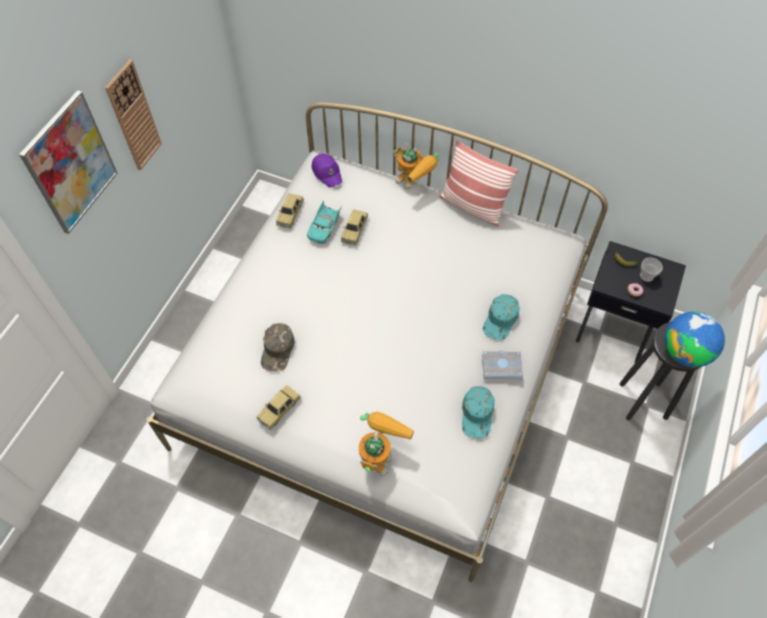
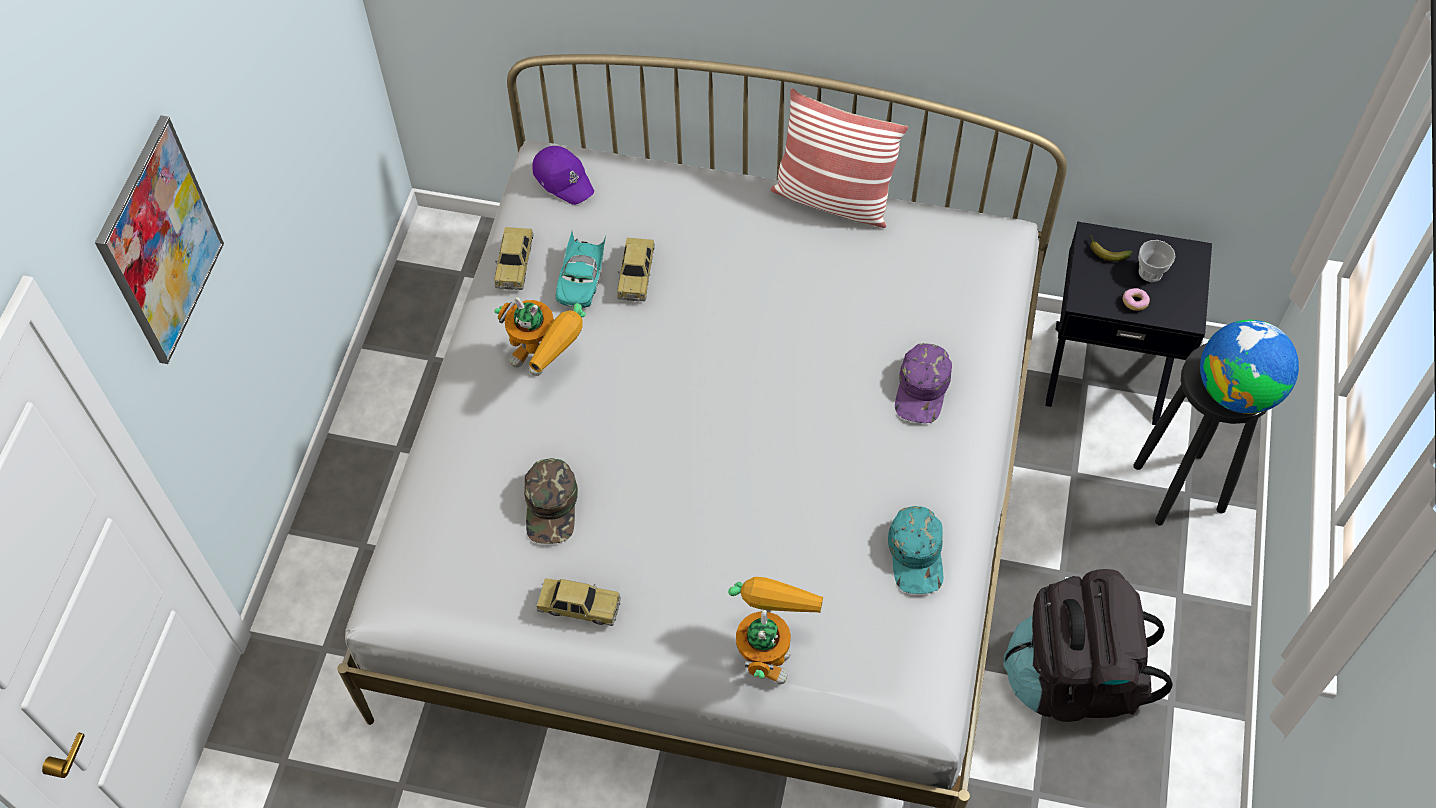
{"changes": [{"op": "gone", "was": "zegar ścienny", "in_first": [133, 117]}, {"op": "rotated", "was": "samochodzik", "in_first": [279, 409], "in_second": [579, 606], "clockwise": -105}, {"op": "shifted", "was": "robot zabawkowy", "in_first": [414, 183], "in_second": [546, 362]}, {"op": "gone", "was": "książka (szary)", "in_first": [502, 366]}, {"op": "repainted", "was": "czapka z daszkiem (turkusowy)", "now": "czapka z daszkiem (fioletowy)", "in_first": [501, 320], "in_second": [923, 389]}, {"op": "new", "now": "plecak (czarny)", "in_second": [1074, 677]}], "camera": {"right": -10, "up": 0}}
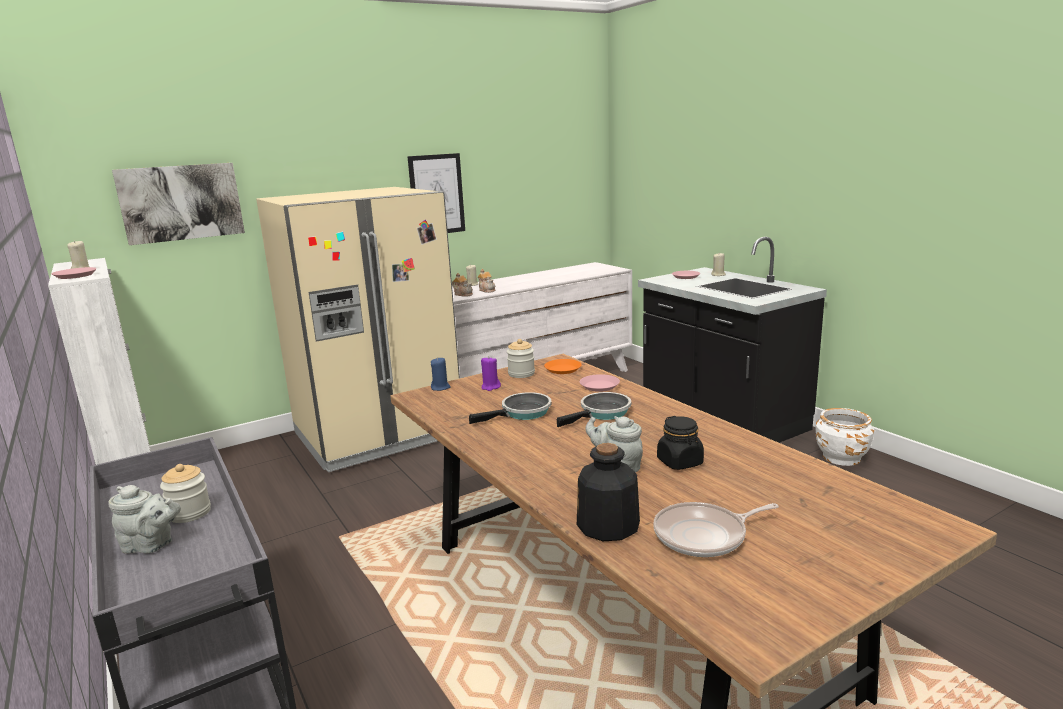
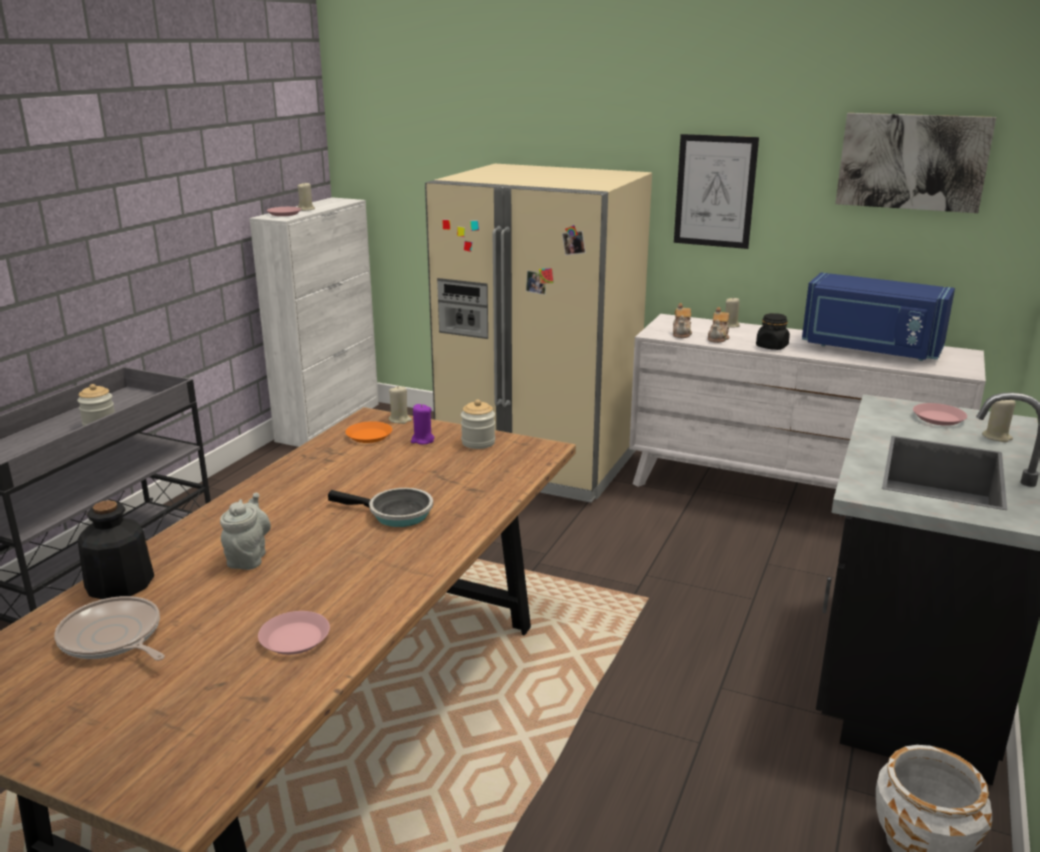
{"changes": [{"op": "gone", "was": "imbryk (szary)", "in_first": [151, 545]}, {"op": "shifted", "was": "obraz", "in_first": [181, 202], "in_second": [912, 162]}, {"op": "repainted", "was": "świeca (niebieski)", "now": "świeca (beżowy)", "in_first": [440, 387], "in_second": [400, 420]}, {"op": "gone", "was": "patelnia", "in_first": [522, 413]}, {"op": "shifted", "was": "talerz (pomarańczowy)", "in_first": [562, 369], "in_second": [369, 436]}, {"op": "shifted", "was": "talerz (różowy)", "in_first": [599, 386], "in_second": [294, 638]}, {"op": "shifted", "was": "słoik (czarny)", "in_first": [680, 462], "in_second": [771, 347]}, {"op": "new", "now": "mikrofalówka (niebieski)", "in_second": [870, 349]}], "camera": {"right": 55, "up": 5}}
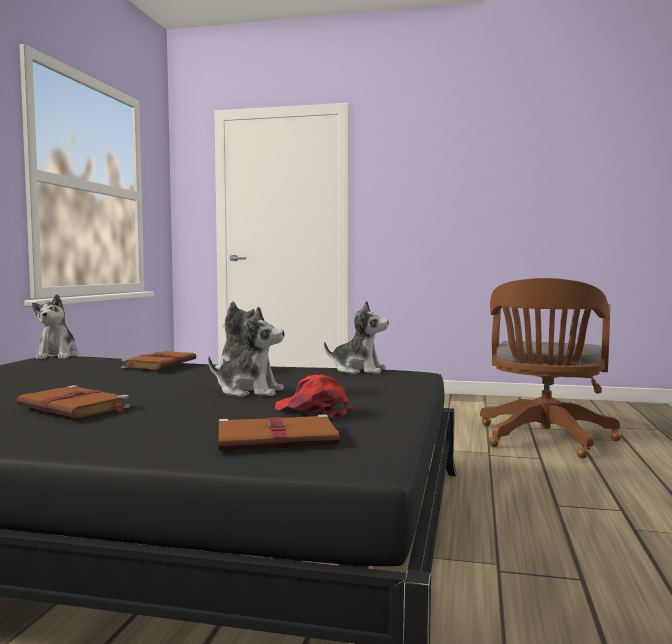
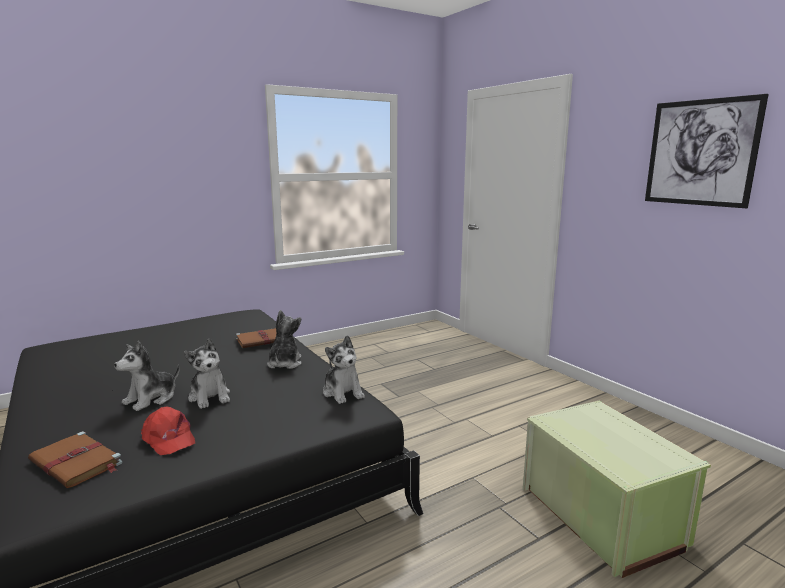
{"changes": [{"op": "gone", "was": "książka (brązowy)", "in_first": [74, 407]}, {"op": "shifted", "was": "pluszak", "in_first": [57, 356], "in_second": [151, 399]}, {"op": "rotated", "was": "czapka z daszkiem (czerwony)", "in_first": [312, 411], "in_second": [168, 438], "clockwise": 135}, {"op": "swapped", "was": "krzesło biurowe (brązowy)", "now": "pojemnik do przechowywania (zielony)", "in_first": [544, 440], "in_second": [600, 517]}, {"op": "new", "now": "obraz", "in_second": [700, 153]}], "camera": {"right": 45, "up": 10}}
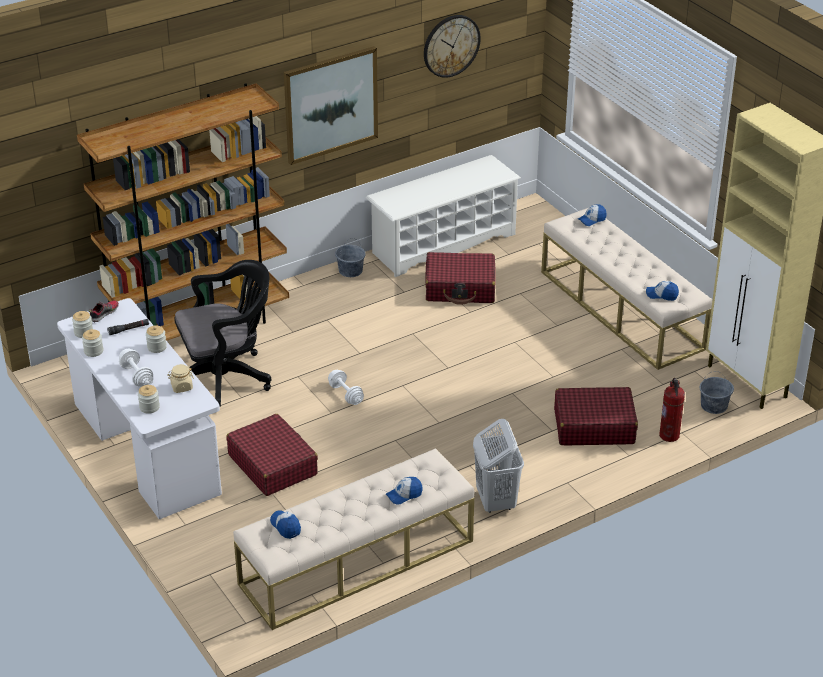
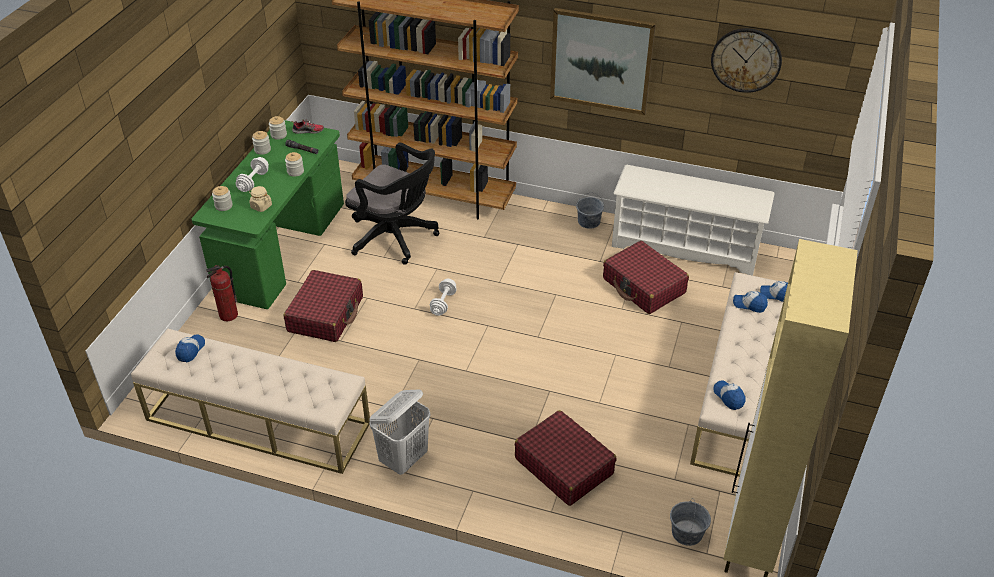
{"changes": [{"op": "repainted", "was": "biurko (biały)", "now": "biurko (zielony)", "in_first": [145, 450], "in_second": [282, 249]}, {"op": "shifted", "was": "czapka z daszkiem", "in_first": [404, 495], "in_second": [749, 304]}, {"op": "shifted", "was": "gaśnica", "in_first": [669, 435], "in_second": [228, 315]}], "camera": {"right": 50, "up": 5}}
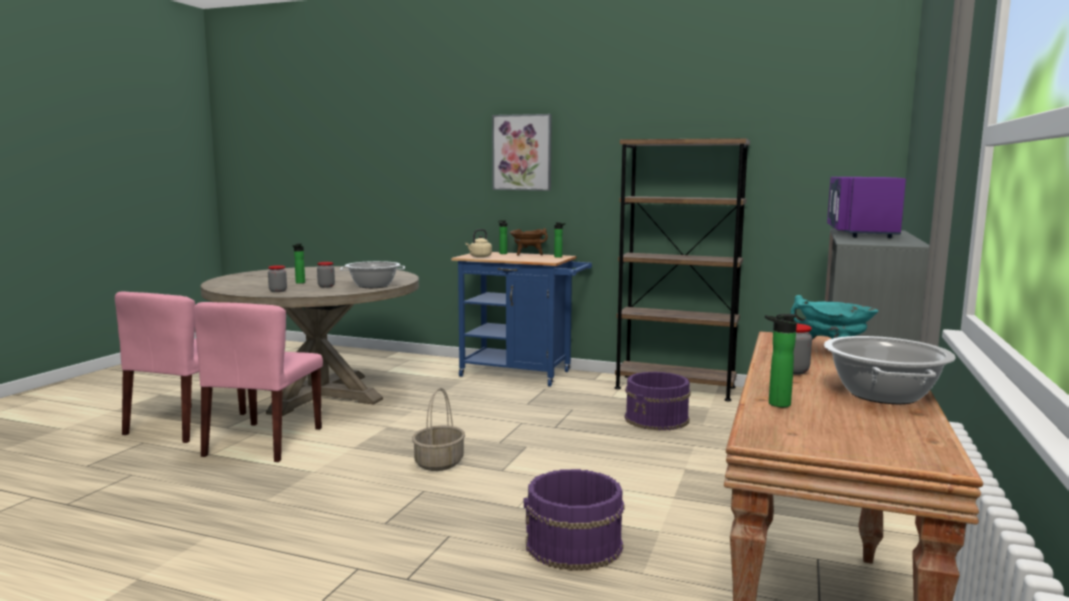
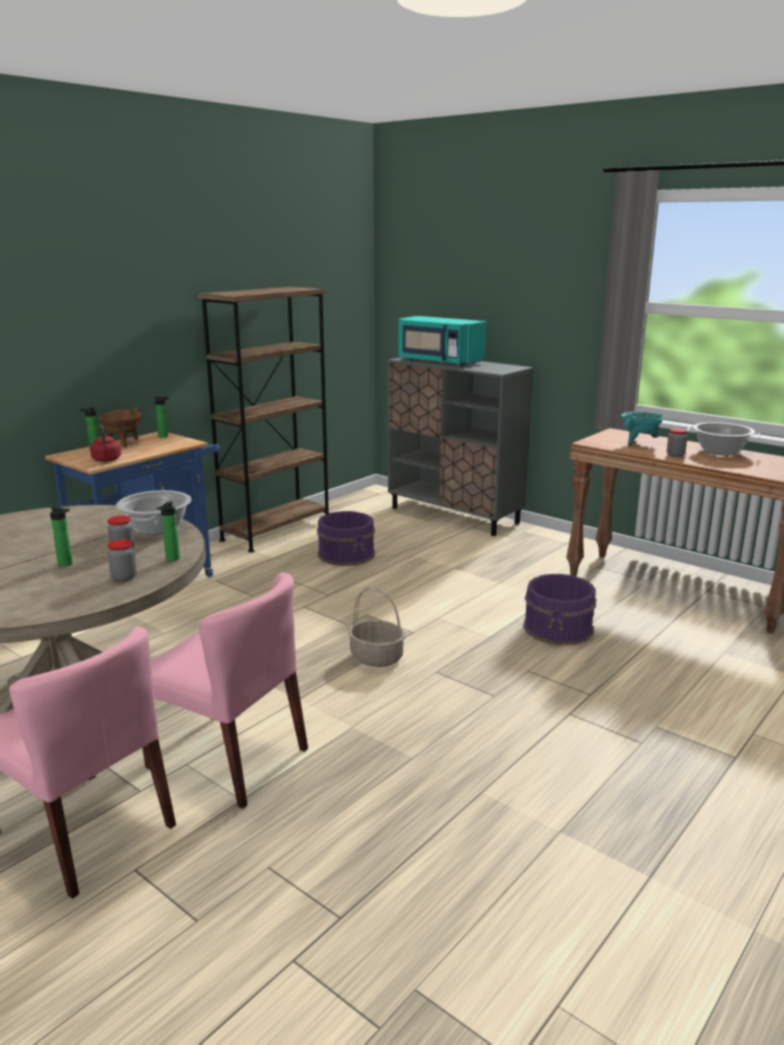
{"changes": [{"op": "repainted", "was": "czajnik (beżowy)", "now": "czajnik (czerwony)", "in_first": [479, 257], "in_second": [107, 460]}, {"op": "gone", "was": "obraz", "in_first": [522, 152]}, {"op": "shifted", "was": "butelka", "in_first": [775, 404], "in_second": [171, 559]}, {"op": "repainted", "was": "mikrofalówka (fioletowy)", "now": "mikrofalówka (turkusowy)", "in_first": [860, 233], "in_second": [439, 362]}], "camera": {"right": -70, "up": 10}}
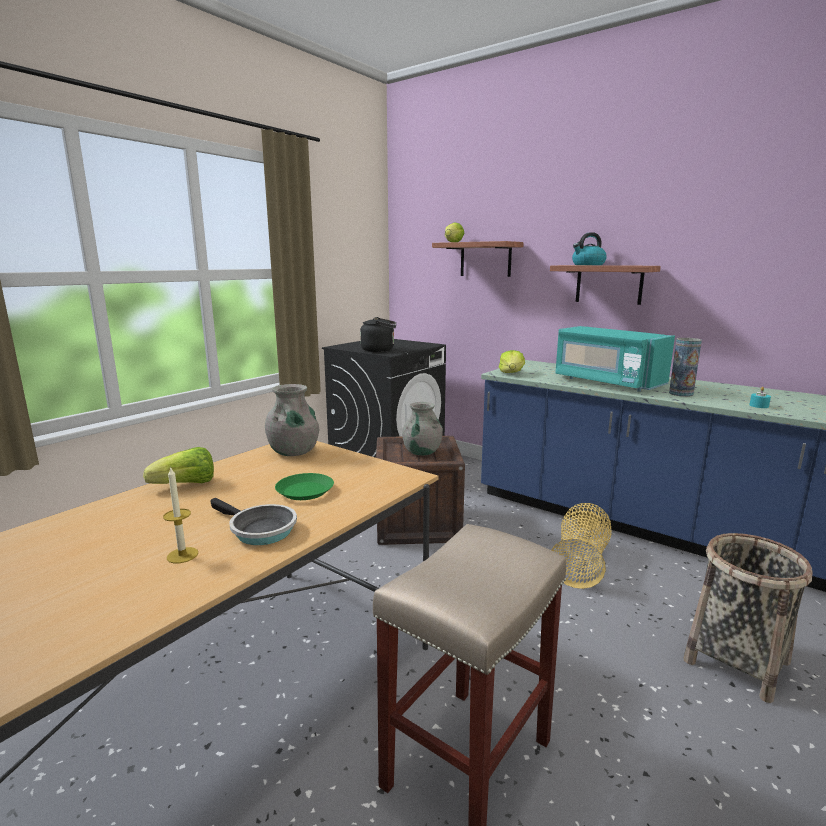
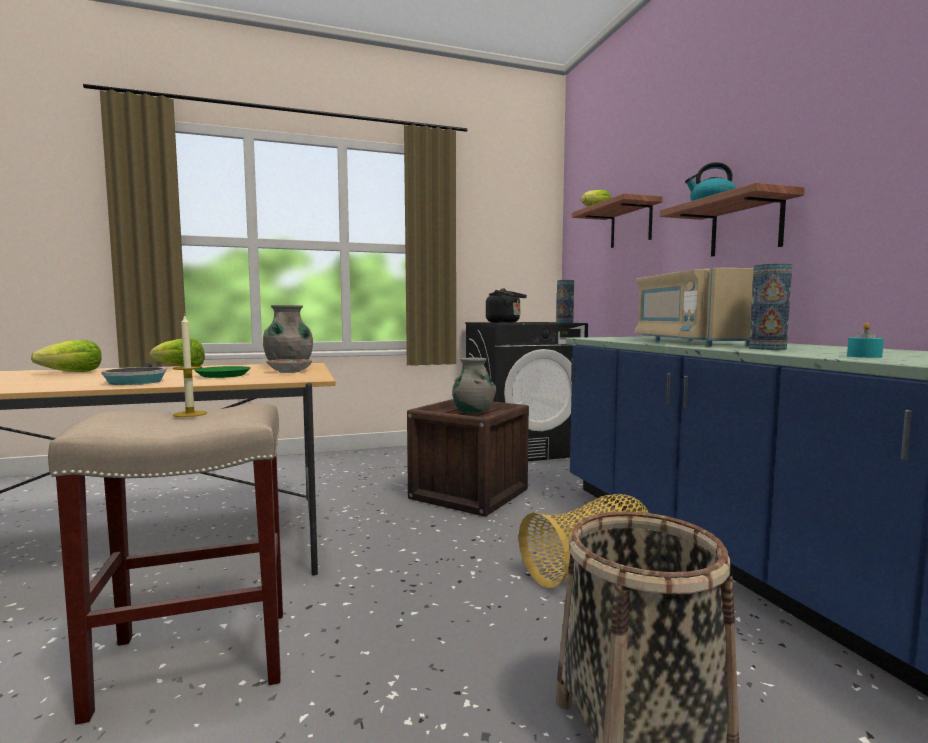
{"changes": [{"op": "shifted", "was": "świeca", "in_first": [182, 555], "in_second": [190, 414]}, {"op": "shifted", "was": "sałata", "in_first": [511, 373], "in_second": [73, 372]}, {"op": "repainted", "was": "mikrofalówka (turkusowy)", "now": "mikrofalówka (beżowy)", "in_first": [606, 382], "in_second": [693, 343]}, {"op": "new", "now": "talerz", "in_second": [290, 371]}, {"op": "new", "now": "wazon", "in_second": [564, 322]}], "camera": {"right": 35, "up": -10}}
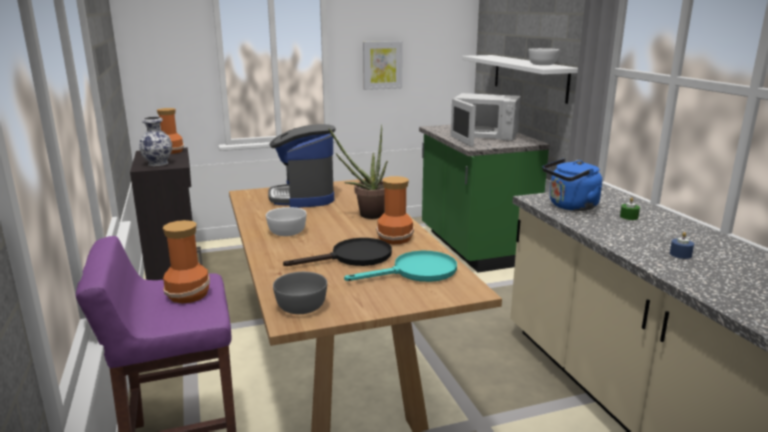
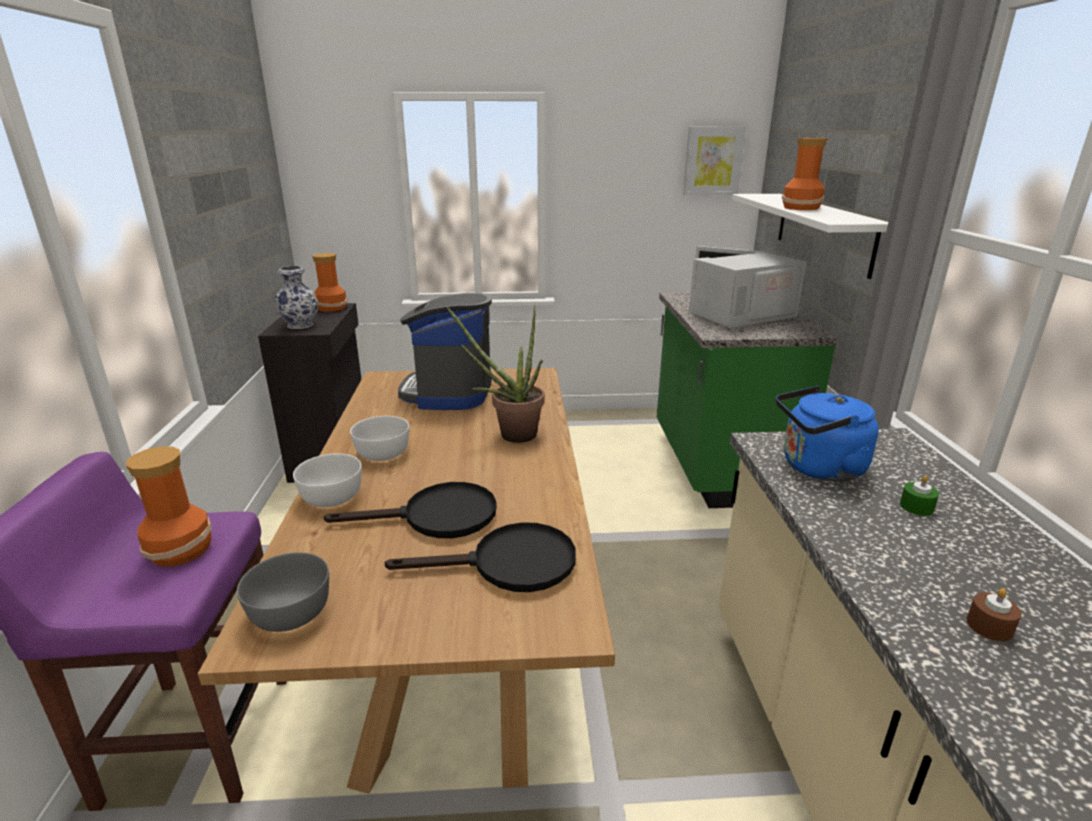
{"changes": [{"op": "repainted", "was": "patelnia (turkusowy)", "now": "patelnia (czarny)", "in_first": [416, 272], "in_second": [509, 564]}, {"op": "shifted", "was": "obraz", "in_first": [382, 65], "in_second": [713, 161]}, {"op": "shifted", "was": "wazon", "in_first": [395, 238], "in_second": [801, 208]}, {"op": "rotated", "was": "mikrofalówka (biały)", "in_first": [483, 135], "in_second": [741, 314], "clockwise": 120}, {"op": "shifted", "was": "miska (biały)", "in_first": [543, 64], "in_second": [333, 496]}, {"op": "repainted", "was": "świeca (niebieski)", "now": "świeca (brązowy)", "in_first": [680, 254], "in_second": [989, 626]}], "camera": {"right": 15, "up": 5}}
